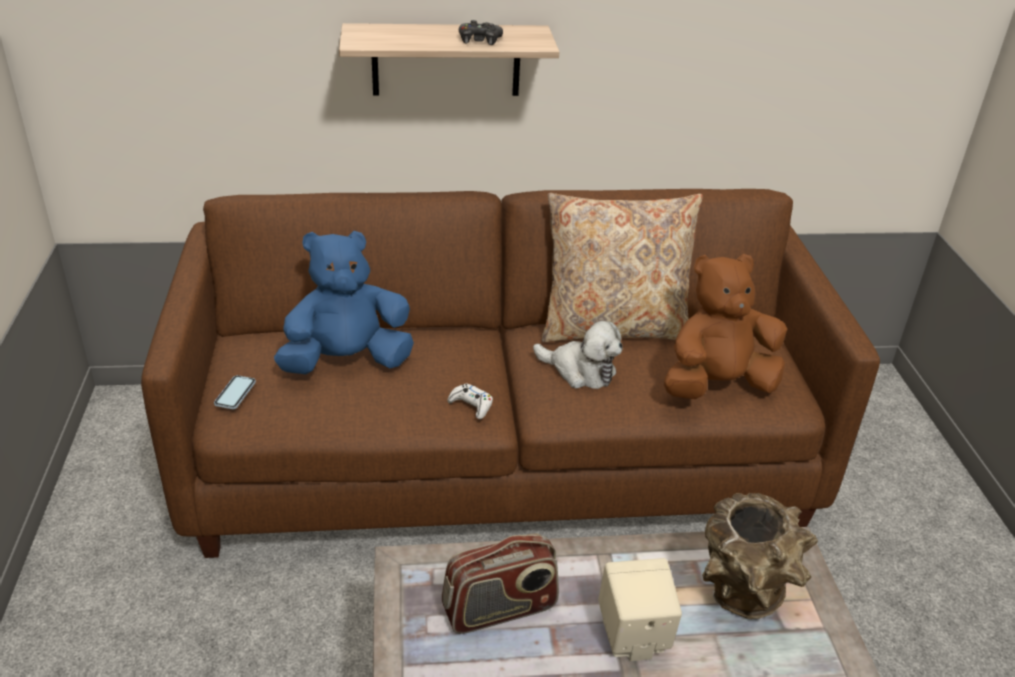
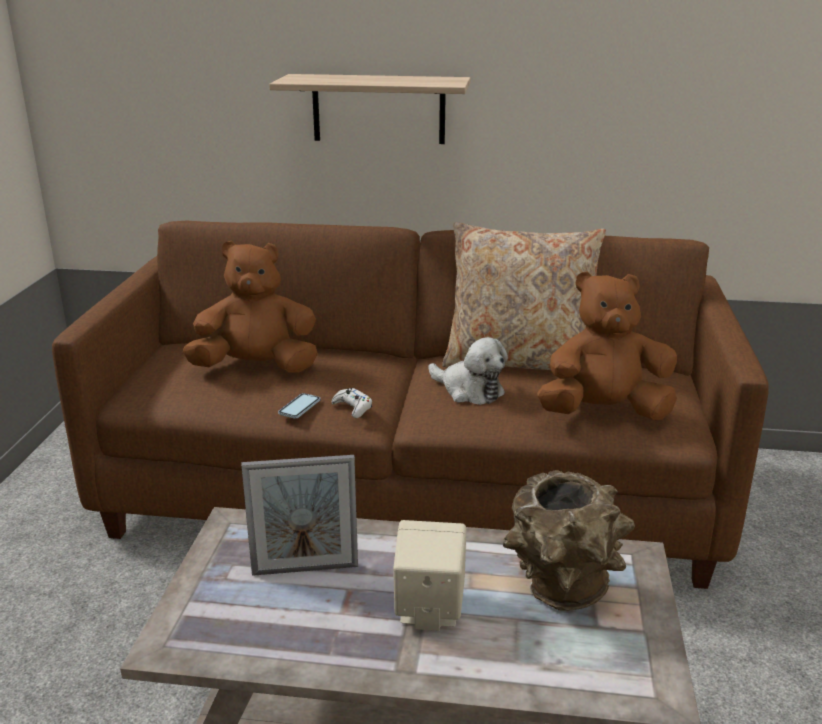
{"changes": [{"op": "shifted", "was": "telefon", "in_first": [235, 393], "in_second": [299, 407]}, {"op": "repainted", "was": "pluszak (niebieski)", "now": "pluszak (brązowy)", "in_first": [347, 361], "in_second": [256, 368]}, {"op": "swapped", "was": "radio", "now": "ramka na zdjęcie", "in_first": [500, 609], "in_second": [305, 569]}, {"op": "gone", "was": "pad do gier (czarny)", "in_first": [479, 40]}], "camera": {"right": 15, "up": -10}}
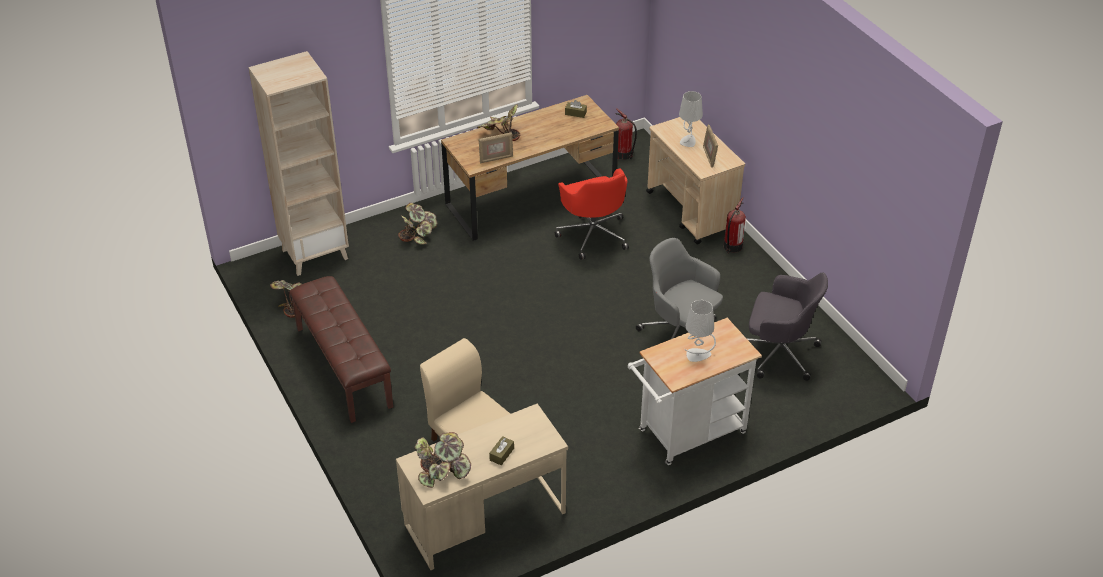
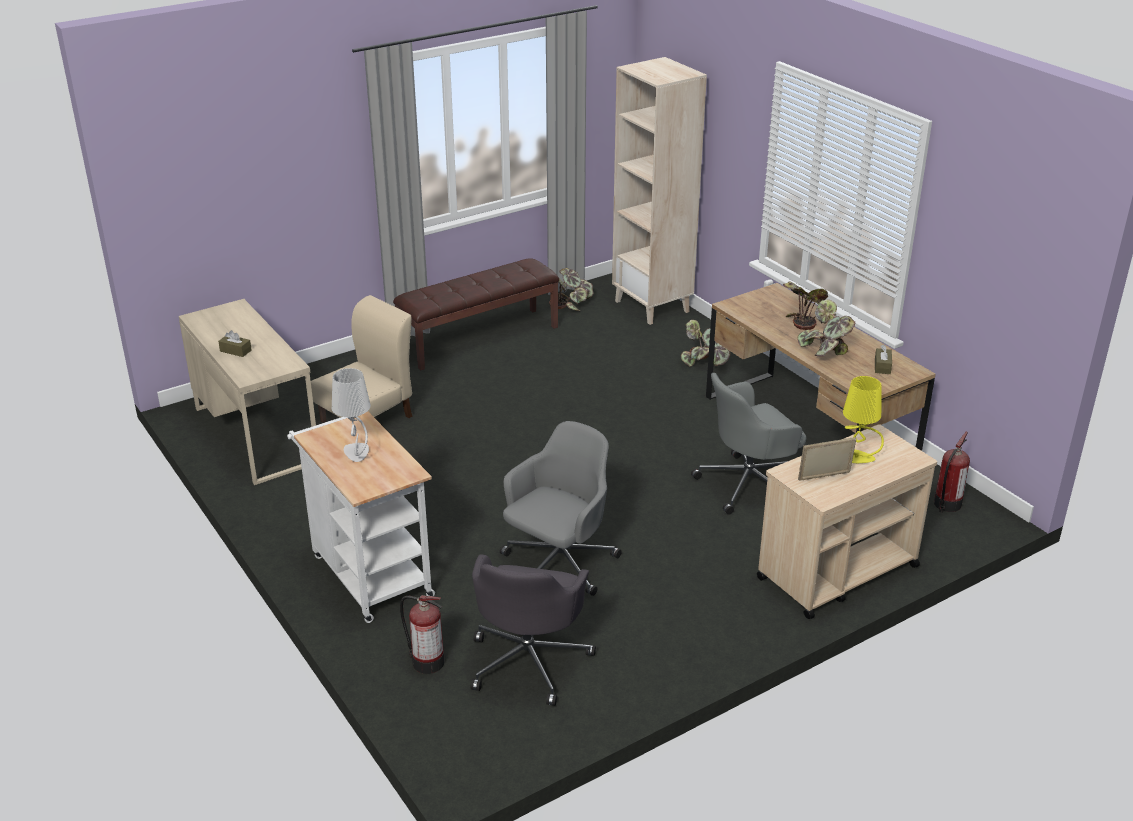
{"changes": [{"op": "shifted", "was": "roślina doniczkowa", "in_first": [443, 472], "in_second": [825, 351]}, {"op": "gone", "was": "ramka na zdjęcie", "in_first": [496, 159]}, {"op": "repainted", "was": "krzesło biurowe (czerwony)", "now": "krzesło biurowe (szary)", "in_first": [593, 234], "in_second": [749, 484]}, {"op": "repainted", "was": "lampa stołowa (szary)", "now": "lampa stołowa (żółty)", "in_first": [688, 141], "in_second": [857, 457]}, {"op": "shifted", "was": "gaśnica", "in_first": [732, 247], "in_second": [426, 661]}], "camera": {"right": 85, "up": -10}}
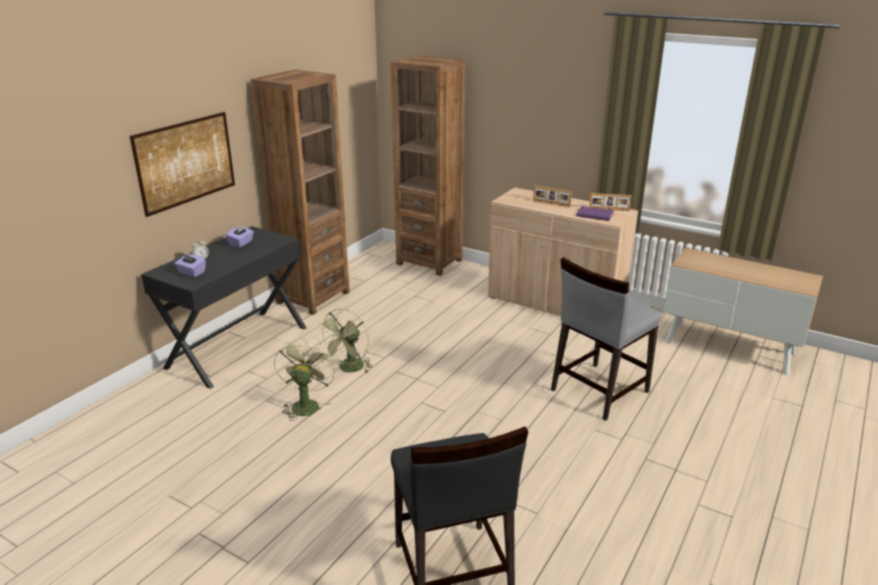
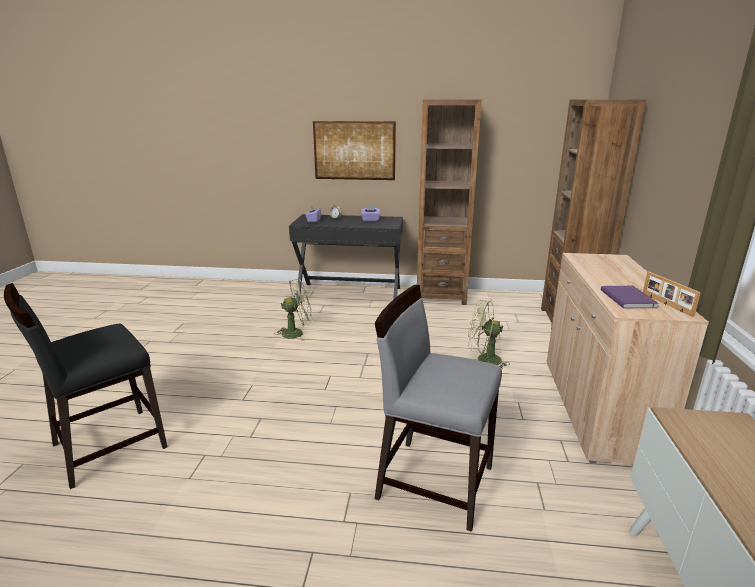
{"changes": [{"op": "shifted", "was": "wentylator (zielony)", "in_first": [349, 369], "in_second": [483, 360]}, {"op": "gone", "was": "ramka na zdjęcie", "in_first": [551, 203]}], "camera": {"right": 65, "up": -5}}
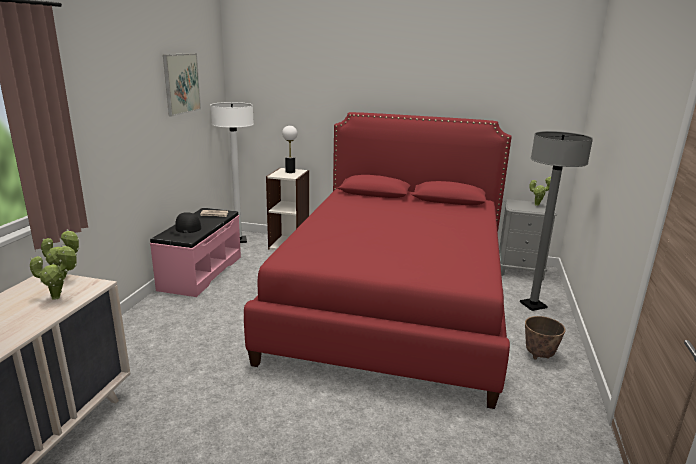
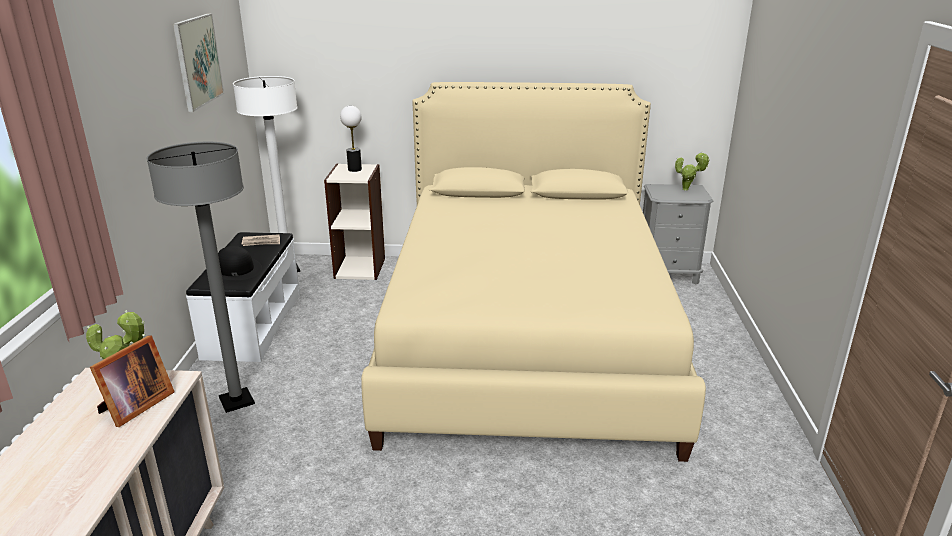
{"changes": [{"op": "swapped", "was": "roślina doniczkowa", "now": "ramka na zdjęcie", "in_first": [59, 297], "in_second": [134, 406]}, {"op": "repainted", "was": "ławka (różowy)", "now": "ławka (biały)", "in_first": [200, 272], "in_second": [252, 325]}, {"op": "repainted", "was": "łóżko (czerwony)", "now": "łóżko (beżowy)", "in_first": [394, 303], "in_second": [527, 338]}, {"op": "shifted", "was": "lampa stojąca (szary)", "in_first": [533, 305], "in_second": [236, 401]}, {"op": "gone", "was": "donica", "in_first": [539, 355]}], "camera": {"right": -10, "up": 5}}
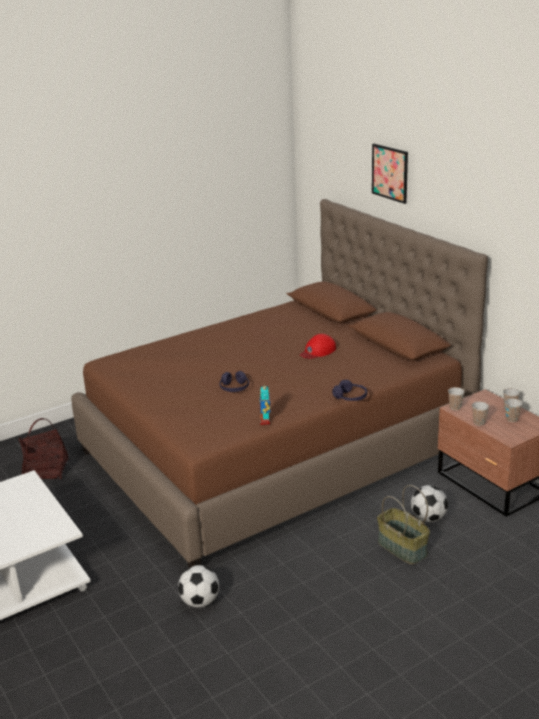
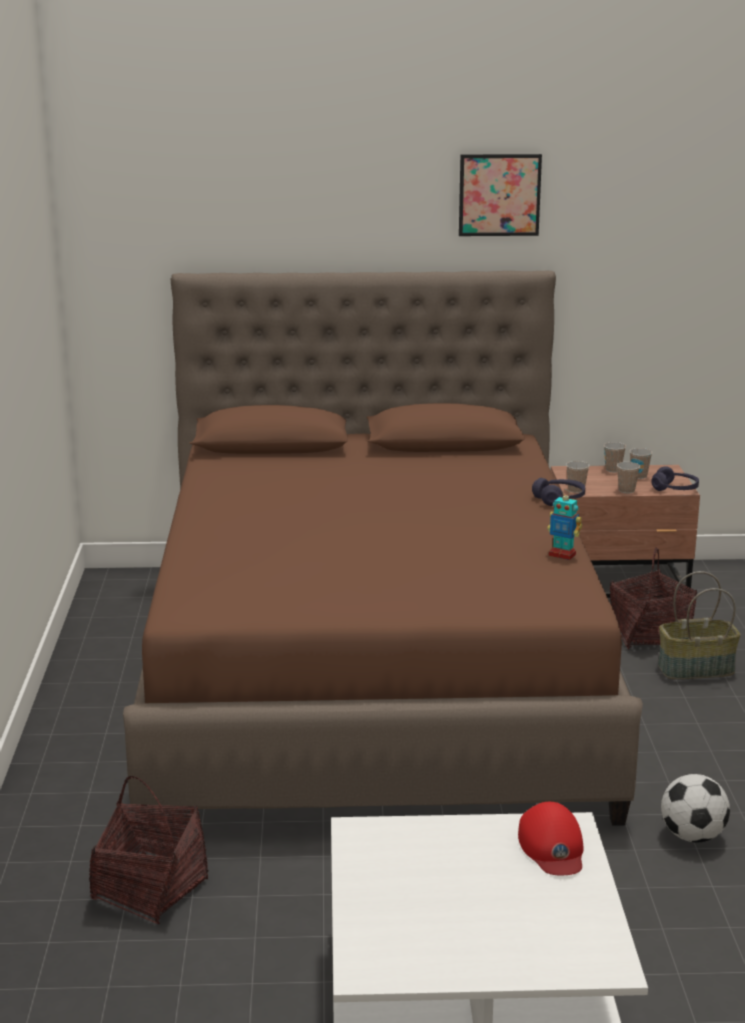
{"changes": [{"op": "shifted", "was": "słuchawki (fioletowy)", "in_first": [234, 388], "in_second": [675, 489]}, {"op": "shifted", "was": "czapka z daszkiem (czerwony)", "in_first": [318, 351], "in_second": [552, 847]}, {"op": "shifted", "was": "obraz", "in_first": [390, 173], "in_second": [499, 195]}, {"op": "swapped", "was": "piłka futbolowa", "now": "koszyk", "in_first": [428, 518], "in_second": [649, 635]}], "camera": {"right": -60, "up": -5}}
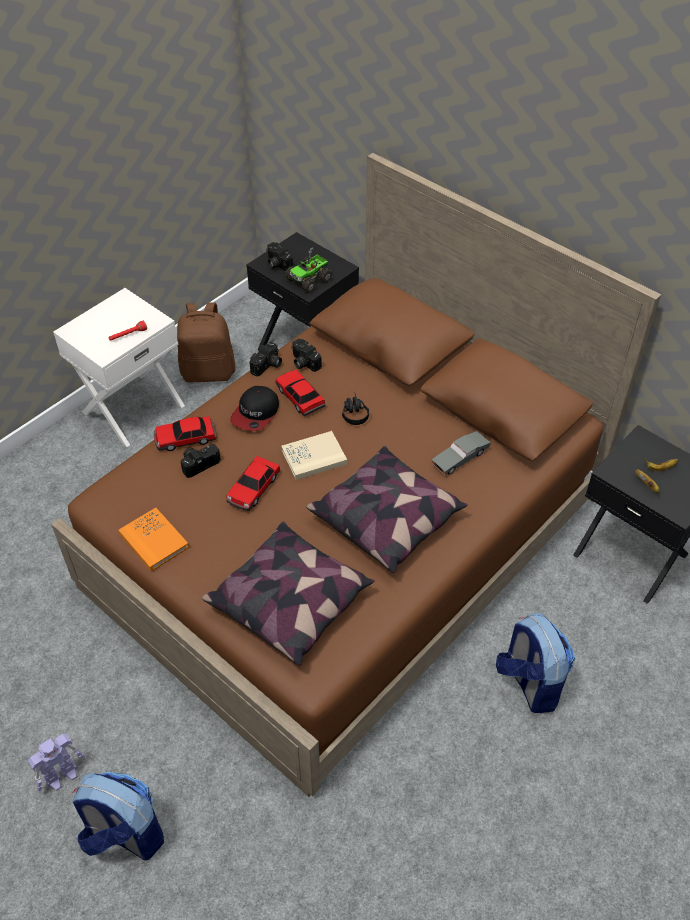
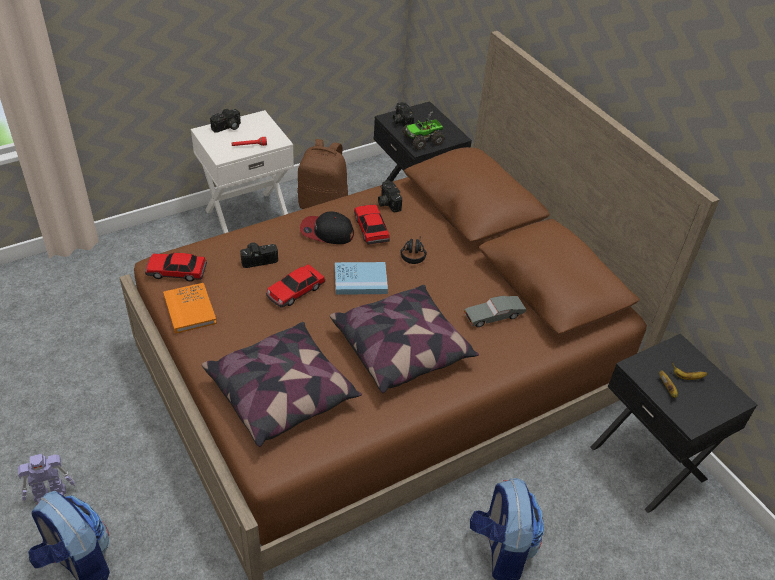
{"changes": [{"op": "shifted", "was": "samochodzik", "in_first": [185, 438], "in_second": [176, 272]}, {"op": "rotated", "was": "czapka z daszkiem", "in_first": [256, 413], "in_second": [326, 232], "clockwise": 60}, {"op": "shifted", "was": "aparat fotograficzny", "in_first": [267, 366], "in_second": [227, 128]}, {"op": "repainted", "was": "książka (beżowy)", "now": "książka (niebieski)", "in_first": [314, 457], "in_second": [360, 280]}], "camera": {"right": 15, "up": -5}}
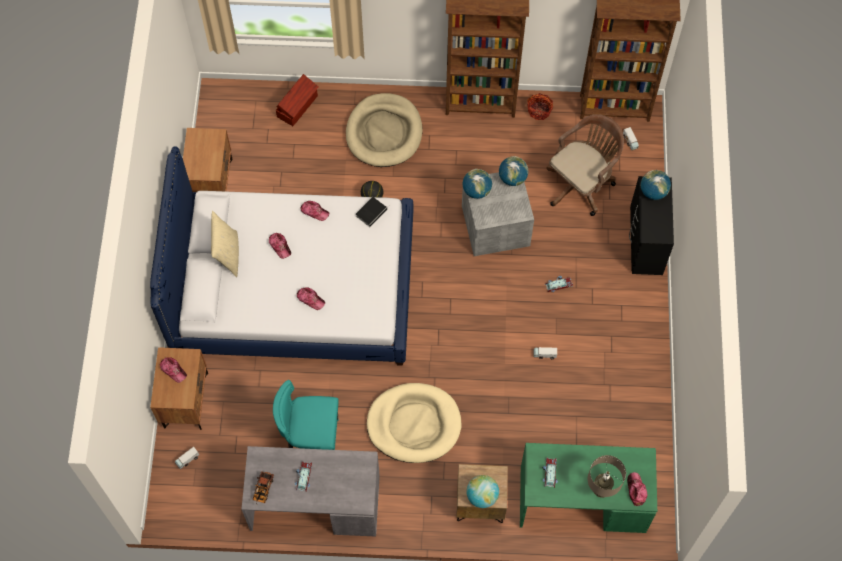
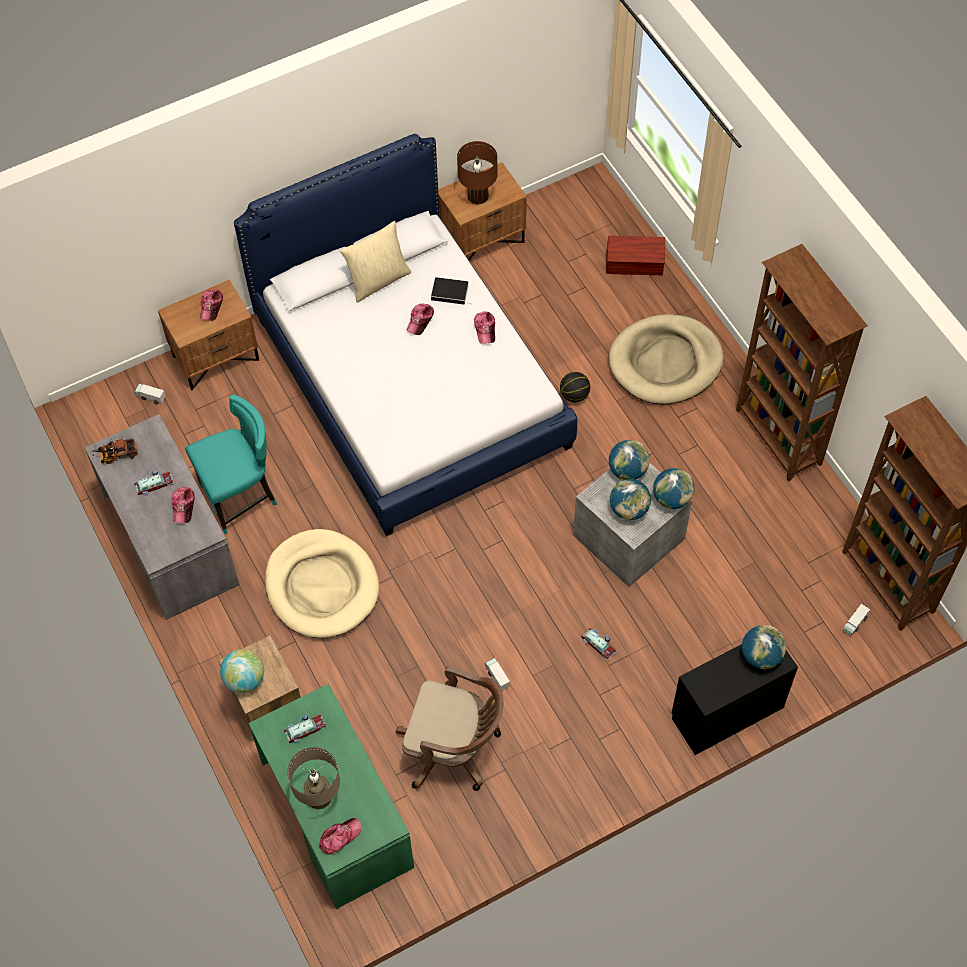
{"changes": [{"op": "rotated", "was": "krzesło (turkusowy)", "in_first": [312, 440], "in_second": [241, 497], "clockwise": 90}, {"op": "shifted", "was": "czapka z daszkiem", "in_first": [310, 299], "in_second": [183, 506]}, {"op": "shifted", "was": "książka", "in_first": [371, 212], "in_second": [451, 292]}, {"op": "gone", "was": "koszyk", "in_first": [539, 110]}, {"op": "shifted", "was": "krzesło biurowe (brązowy)", "in_first": [581, 183], "in_second": [454, 749]}, {"op": "new", "now": "lampa stołowa (brązowy)", "in_second": [477, 196]}, {"op": "new", "now": "globus", "in_second": [629, 509]}], "camera": {"right": 60, "up": -5}}
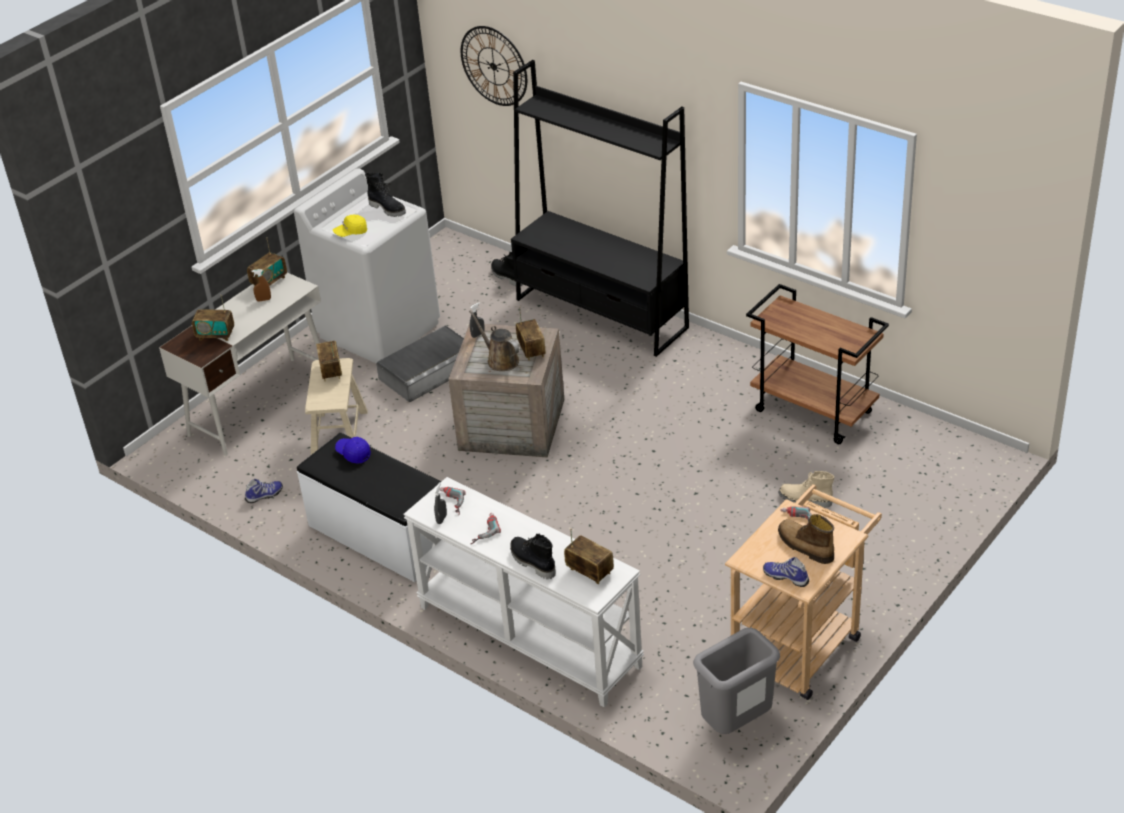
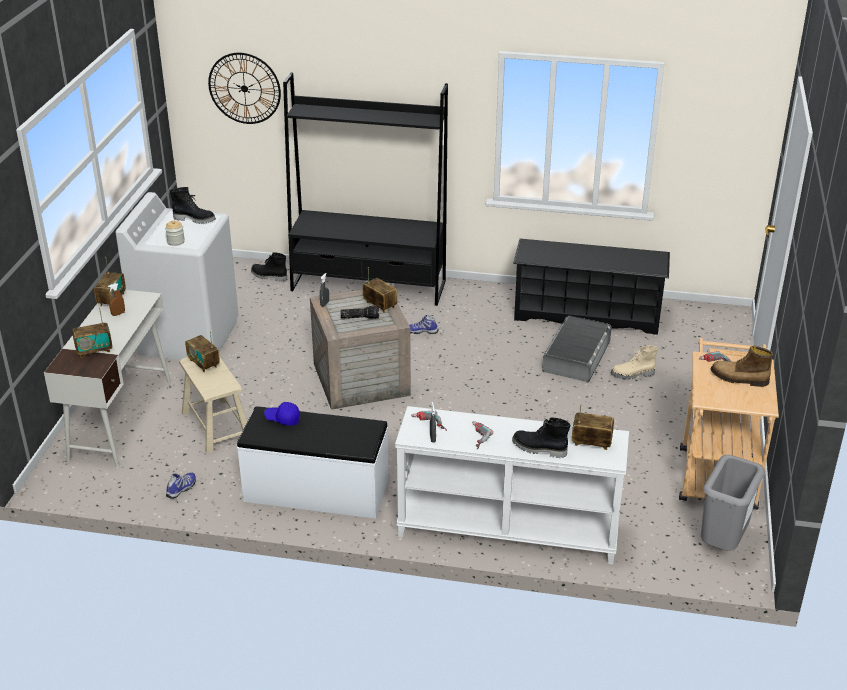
{"changes": [{"op": "swapped", "was": "czapka z daszkiem (żółty)", "now": "słoik", "in_first": [351, 232], "in_second": [176, 241]}, {"op": "shifted", "was": "pojemnik do przechowywania (szary)", "in_first": [428, 372], "in_second": [576, 356]}, {"op": "swapped", "was": "konewka (brązowy)", "now": "latarka", "in_first": [500, 360], "in_second": [360, 317]}, {"op": "swapped", "was": "wózek (brązowy)", "now": "regał na buty (czarny)", "in_first": [814, 411], "in_second": [587, 315]}, {"op": "shifted", "was": "but", "in_first": [786, 577], "in_second": [422, 331]}], "camera": {"right": -30, "up": -5}}
